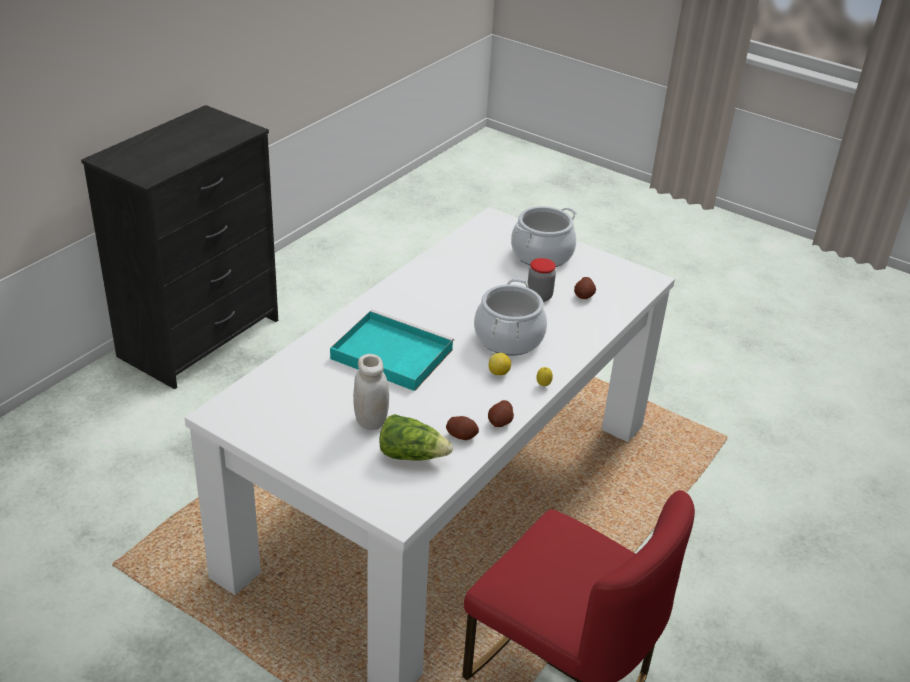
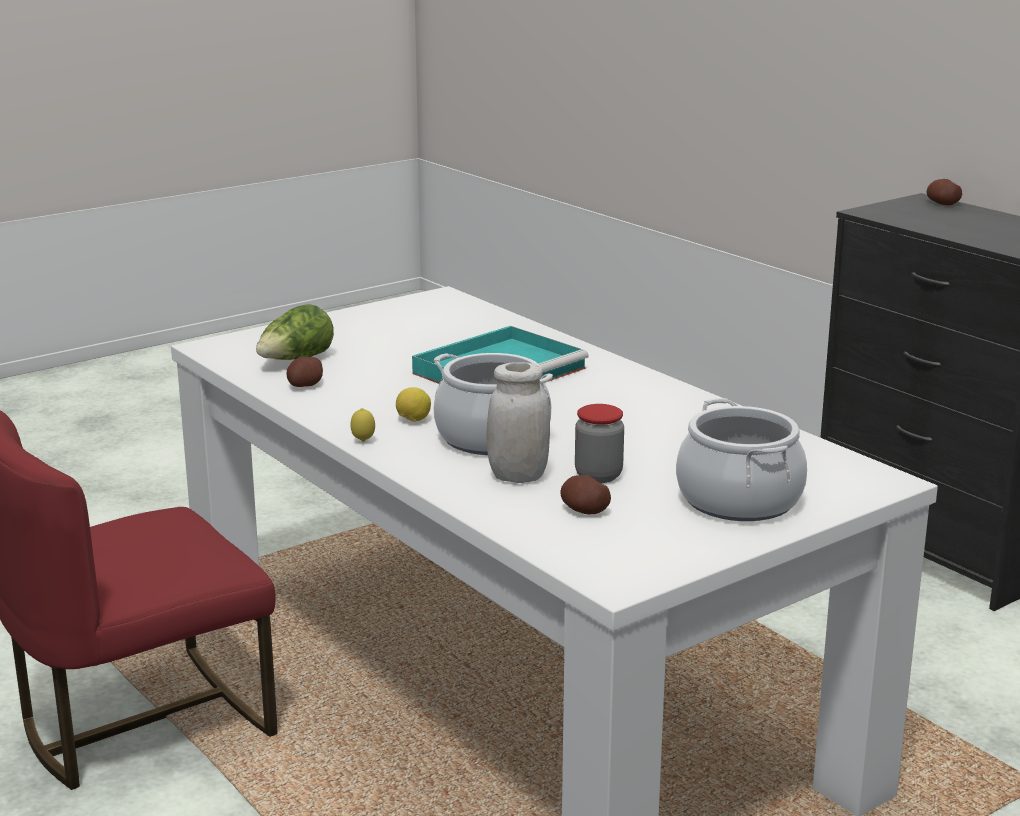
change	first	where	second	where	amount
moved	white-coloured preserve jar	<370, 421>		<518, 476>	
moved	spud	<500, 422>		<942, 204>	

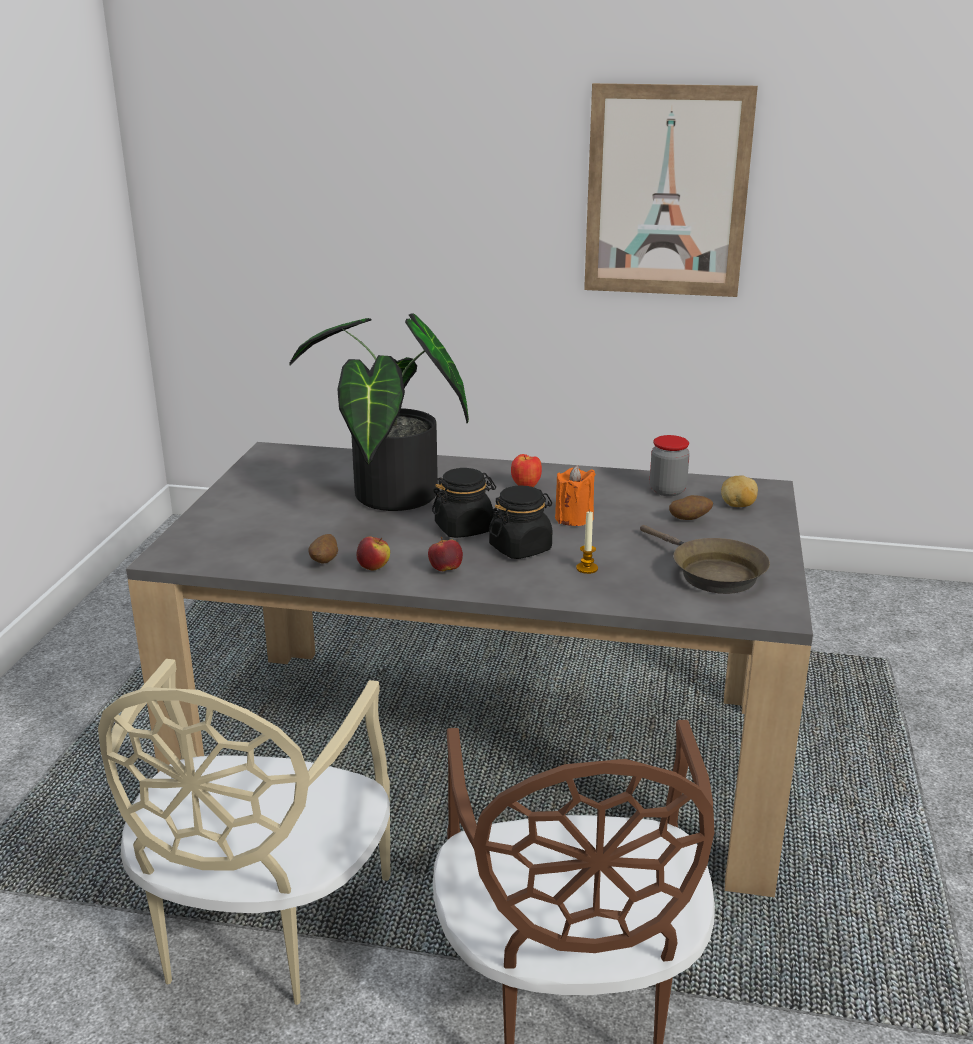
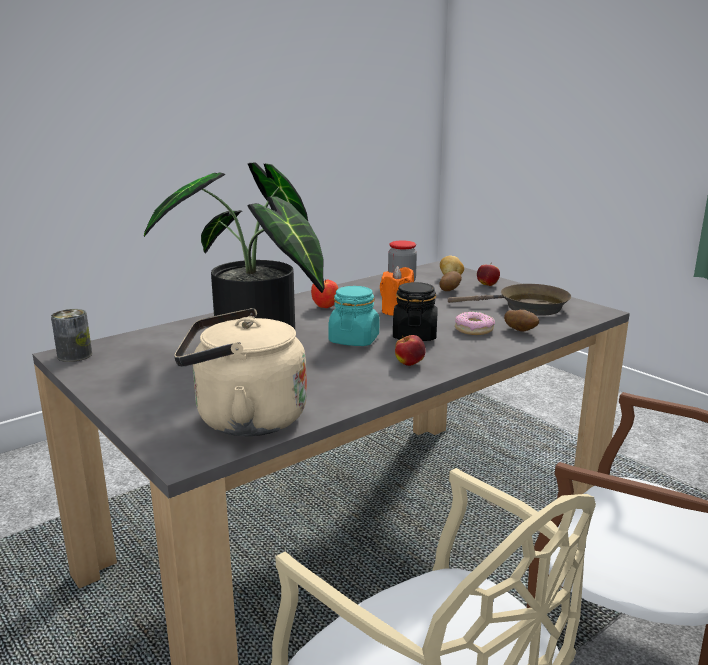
change	first	where	second	where	amount
moved	spud	<325, 562>		<520, 331>	
moved	apple	<374, 567>		<487, 285>	
recoloured	black preserve jar	<464, 528>	turquoise-coloured preserve jar	<354, 340>	
replaced	wax candle	<587, 568>	donut	<474, 329>	
removed	wall art	<666, 192>			
added			metal can	<74, 355>	
added			beige kettle	<244, 419>	

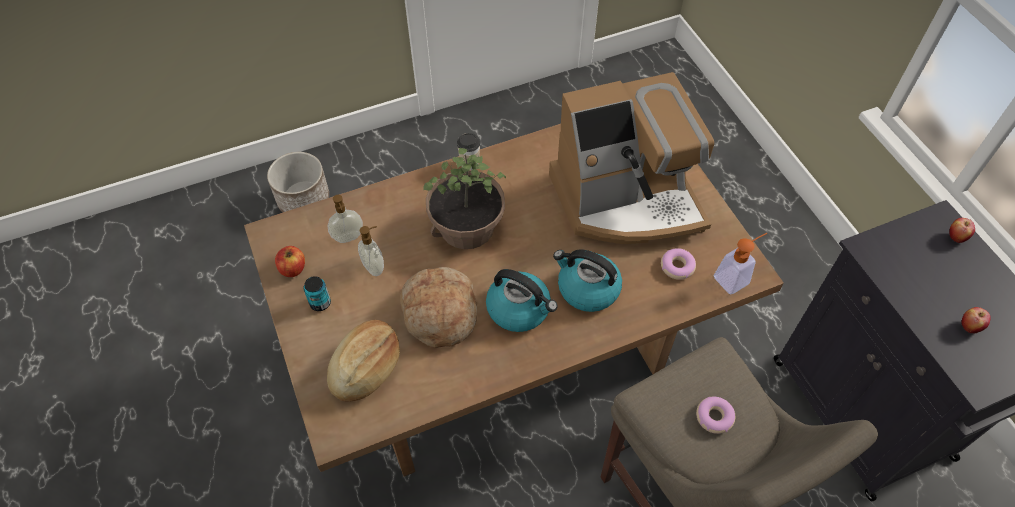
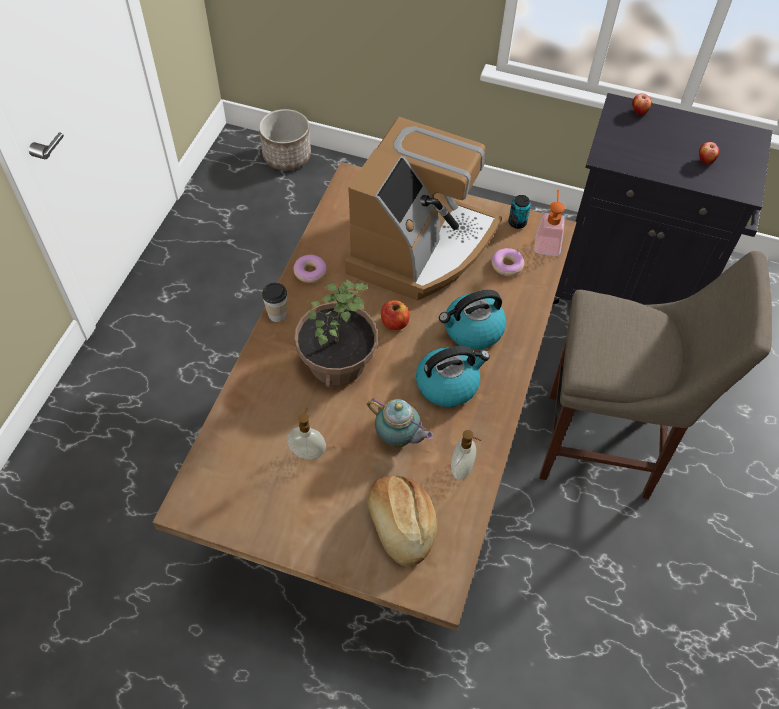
change	first	where	second	where	amount
moved	flower pot	<304, 199>		<287, 156>	
moved	apple	<293, 269>		<394, 323>	
moved	metal can	<320, 303>		<517, 222>	
moved	soap bottle	<348, 238>		<462, 469>	
replaced	bread	<439, 313>	teapot	<398, 438>	
moved	donut	<714, 417>		<310, 272>	

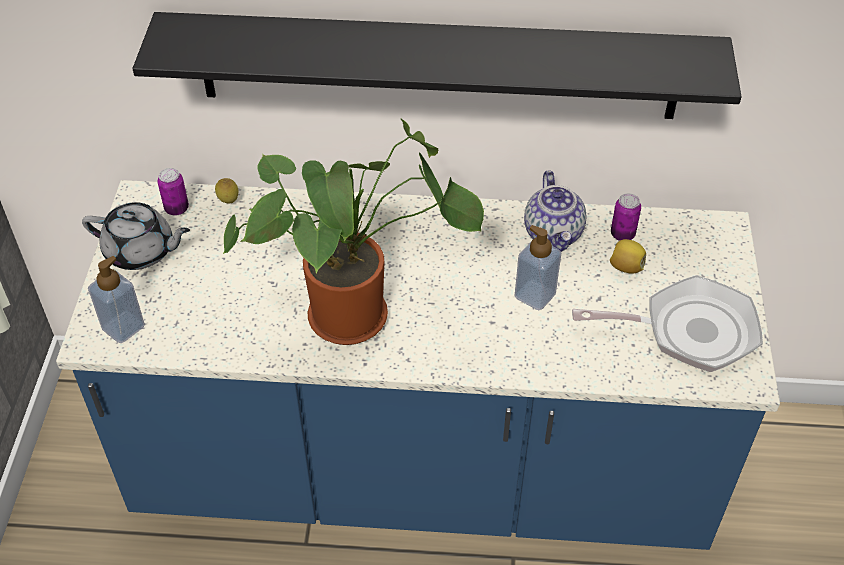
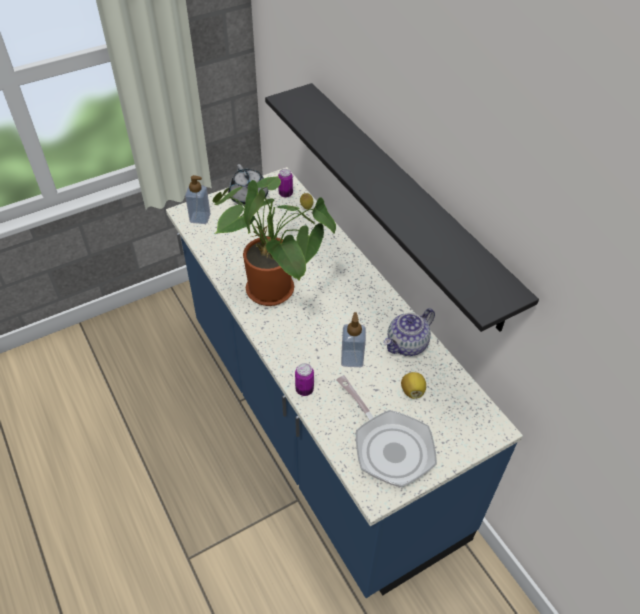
change	first	where	second	where	amount
moved	metal can	<622, 234>		<304, 389>	

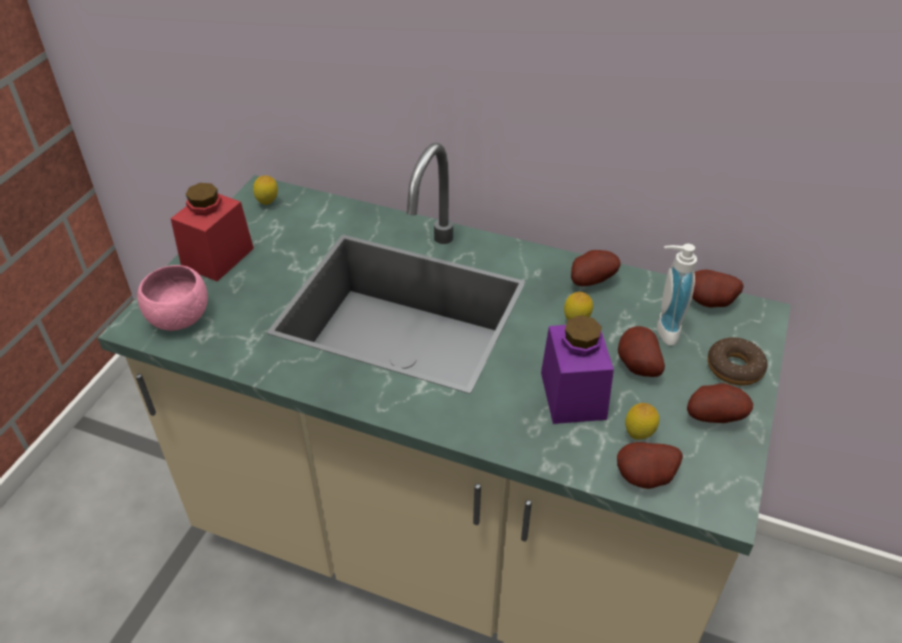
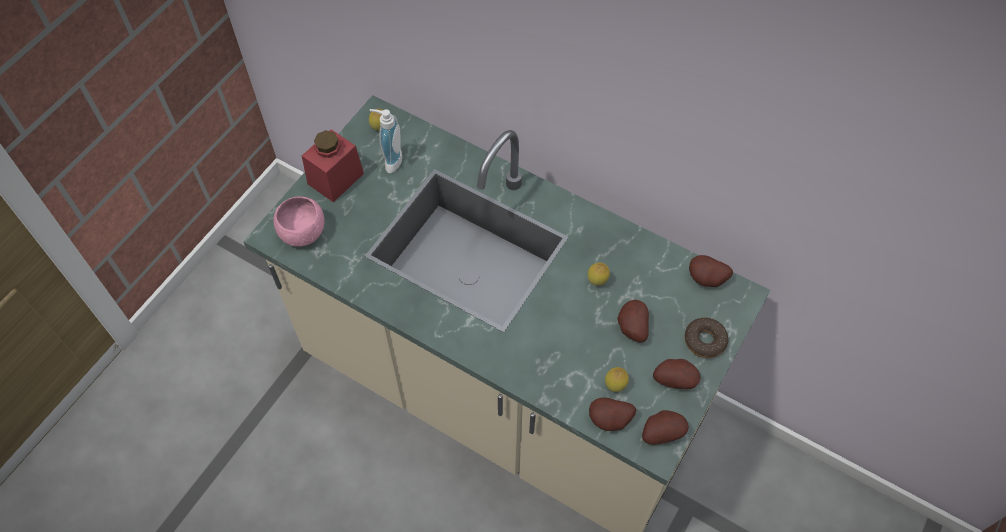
change	first	where	second	where	amount
removed	purple preserve jar	<573, 395>			
moved	spud	<590, 280>		<661, 432>	
moved	soap bottle	<662, 330>		<390, 160>	

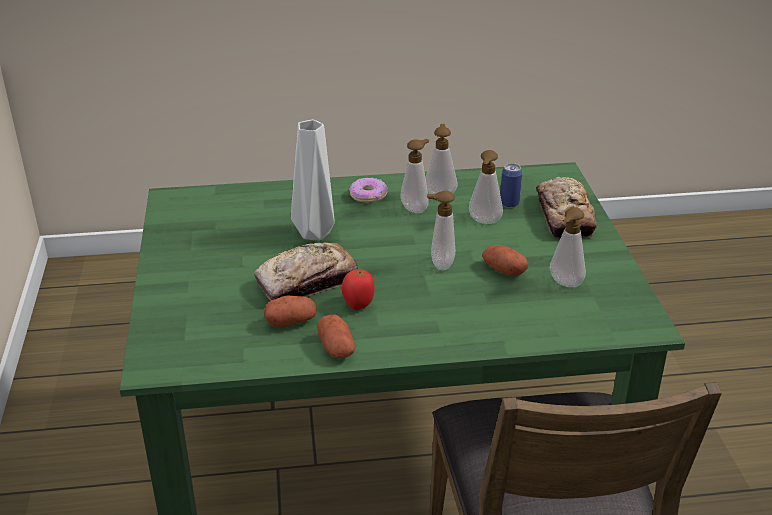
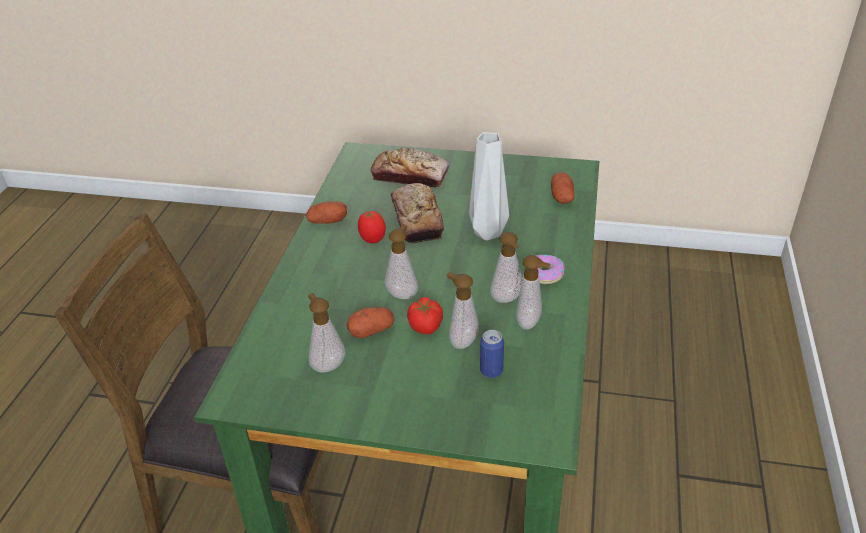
change	first	where	second	where	amount
moved	spud	<291, 321>		<562, 197>	
moved	bread	<564, 216>		<410, 176>	
added			tomato	<426, 327>	

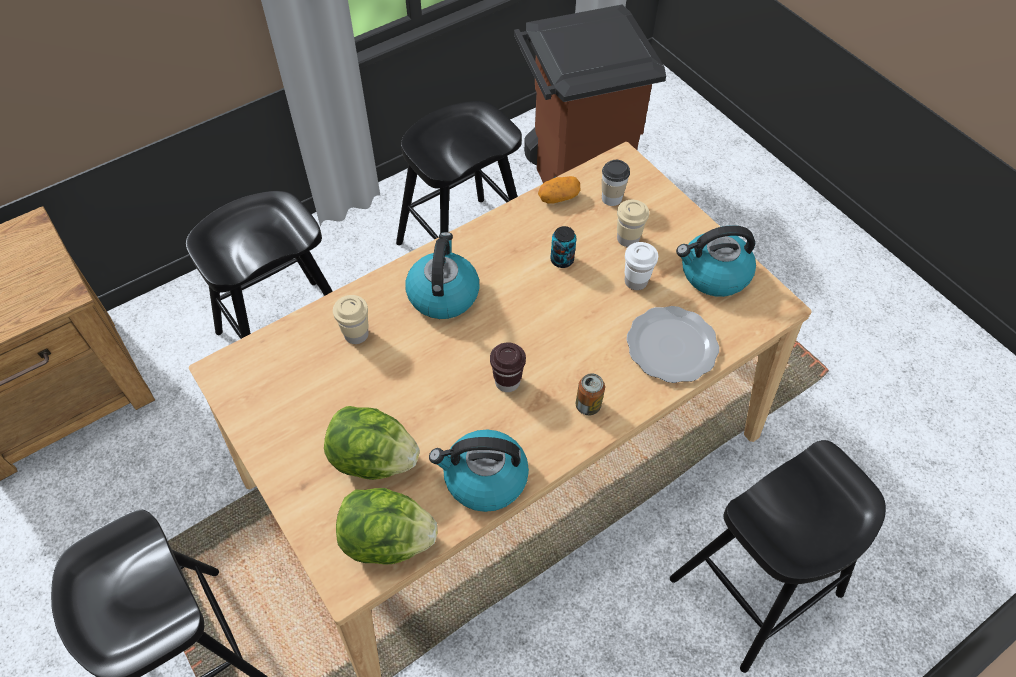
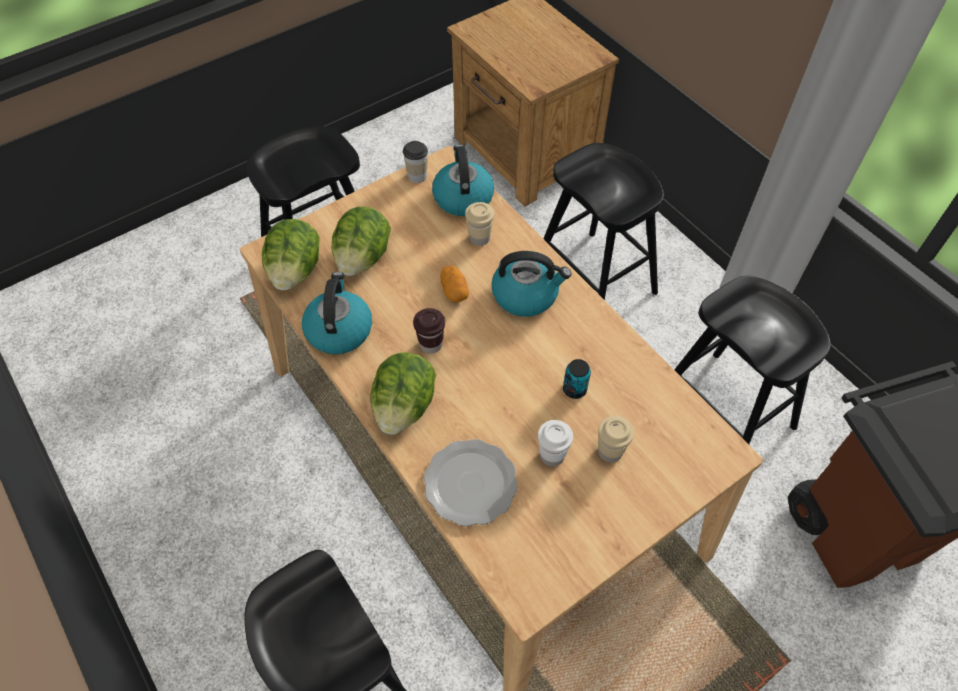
change	first	where	second	where	amount
moved	spud	<558, 197>		<454, 291>	
replaced	metal can	<588, 405>	head of lettuce	<404, 406>	
moved	drinking cup	<611, 198>		<417, 176>	
moved	kettle	<713, 274>		<462, 197>	

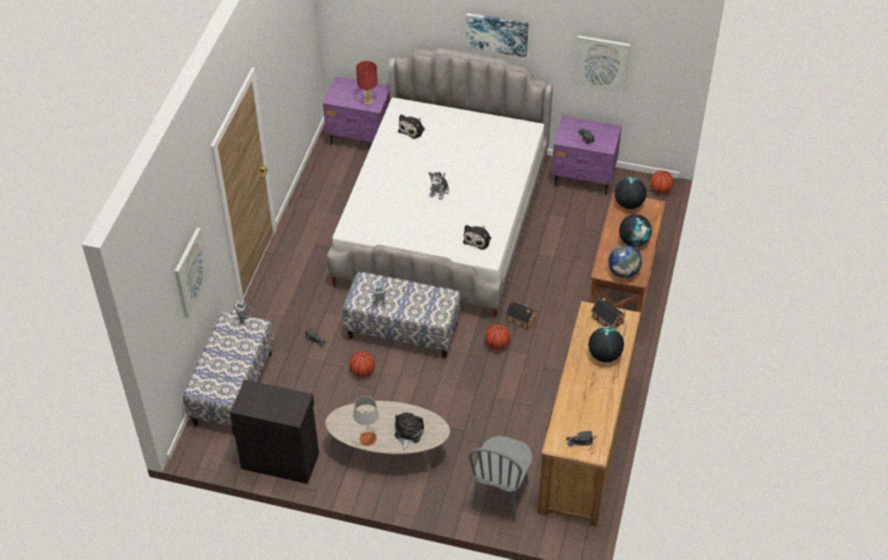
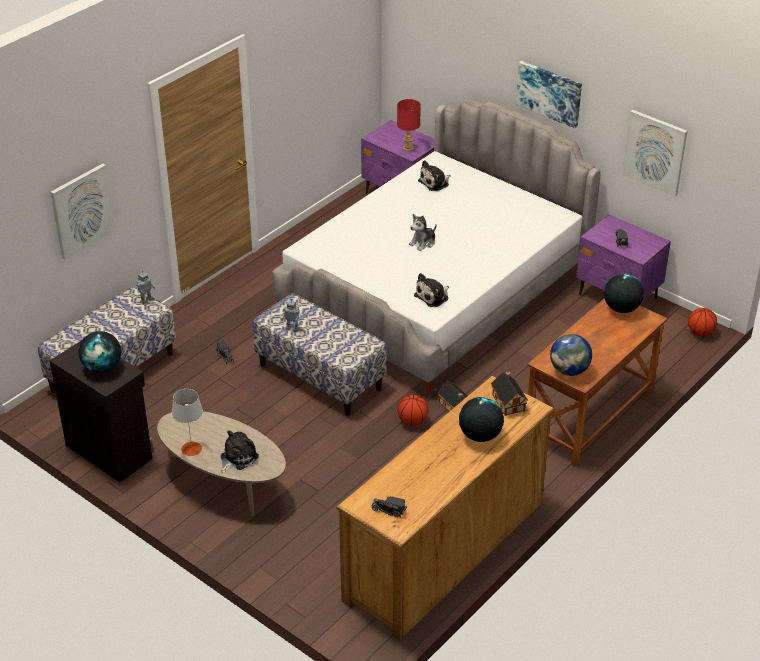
change	first	where	second	where	amount
removed	basketball	<362, 371>			
removed	grey plain chair	<501, 496>			
moved	globe	<634, 241>		<102, 367>	

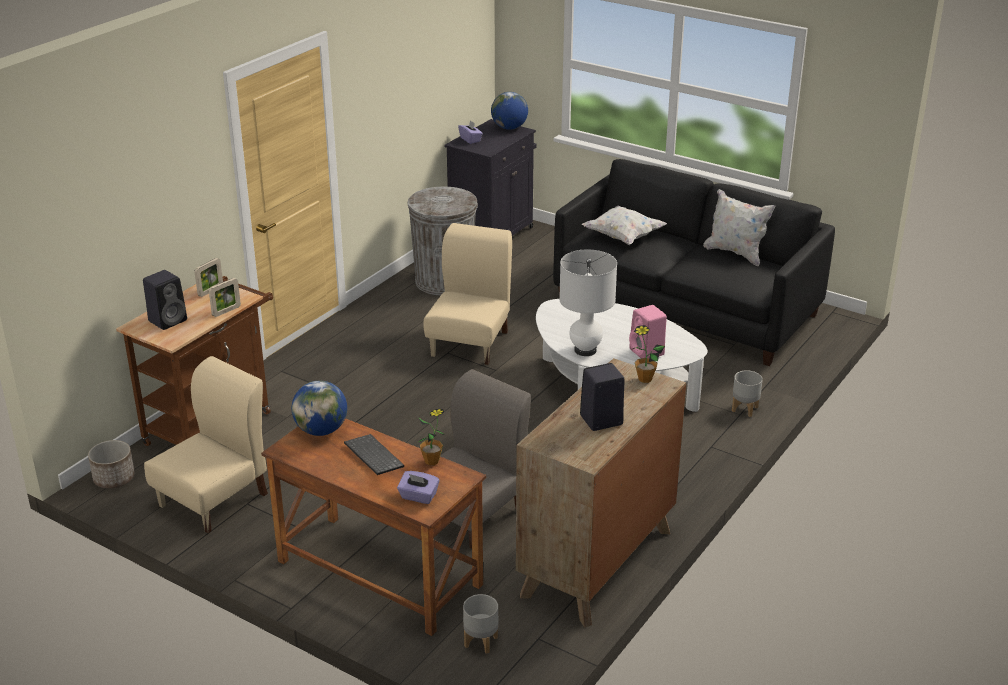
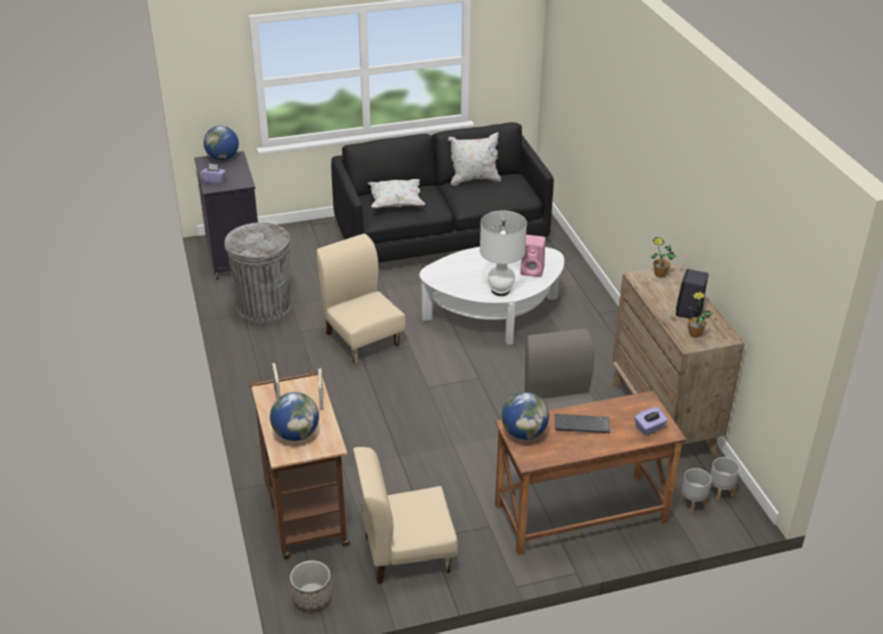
change	first	where	second	where	amount
replaced	black audio speaker	<168, 320>	globe	<296, 434>	
turned	beige plain chair	<215, 499>		<406, 553>	90 degrees counterclockwise
moved	potted plant	<432, 461>		<695, 334>	
moved	grey flower pot	<745, 409>		<720, 492>	

